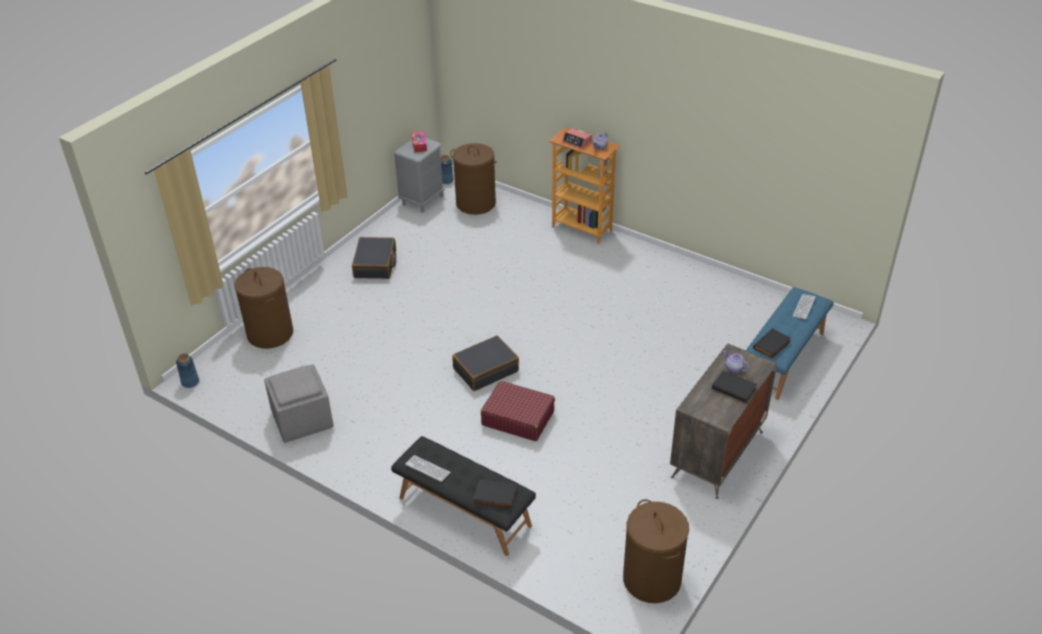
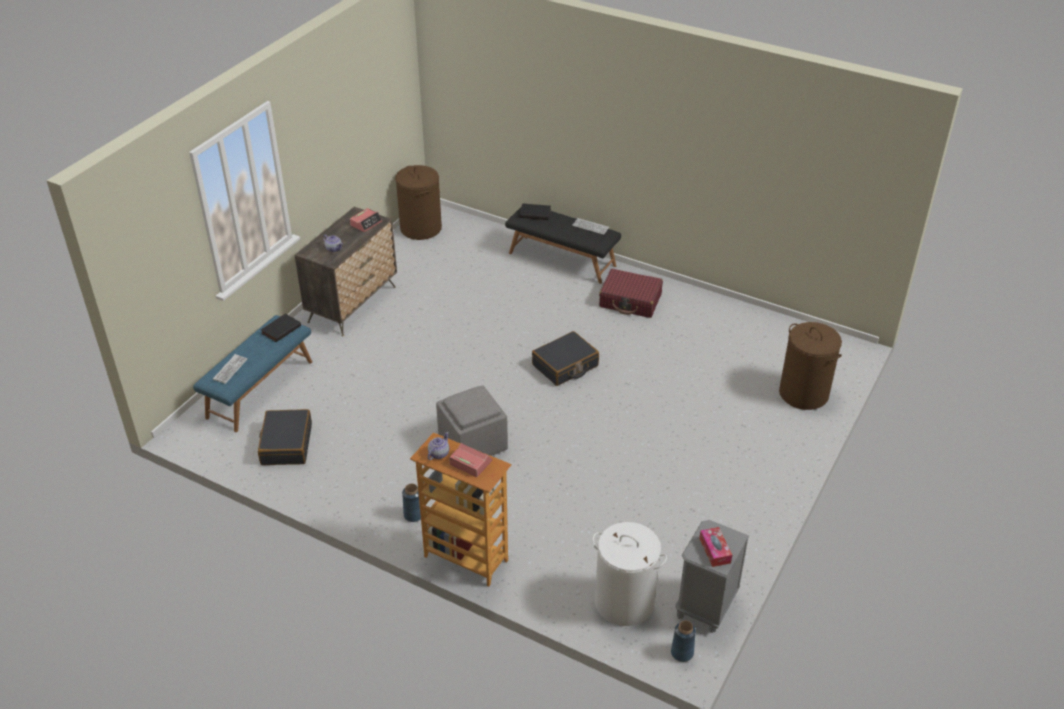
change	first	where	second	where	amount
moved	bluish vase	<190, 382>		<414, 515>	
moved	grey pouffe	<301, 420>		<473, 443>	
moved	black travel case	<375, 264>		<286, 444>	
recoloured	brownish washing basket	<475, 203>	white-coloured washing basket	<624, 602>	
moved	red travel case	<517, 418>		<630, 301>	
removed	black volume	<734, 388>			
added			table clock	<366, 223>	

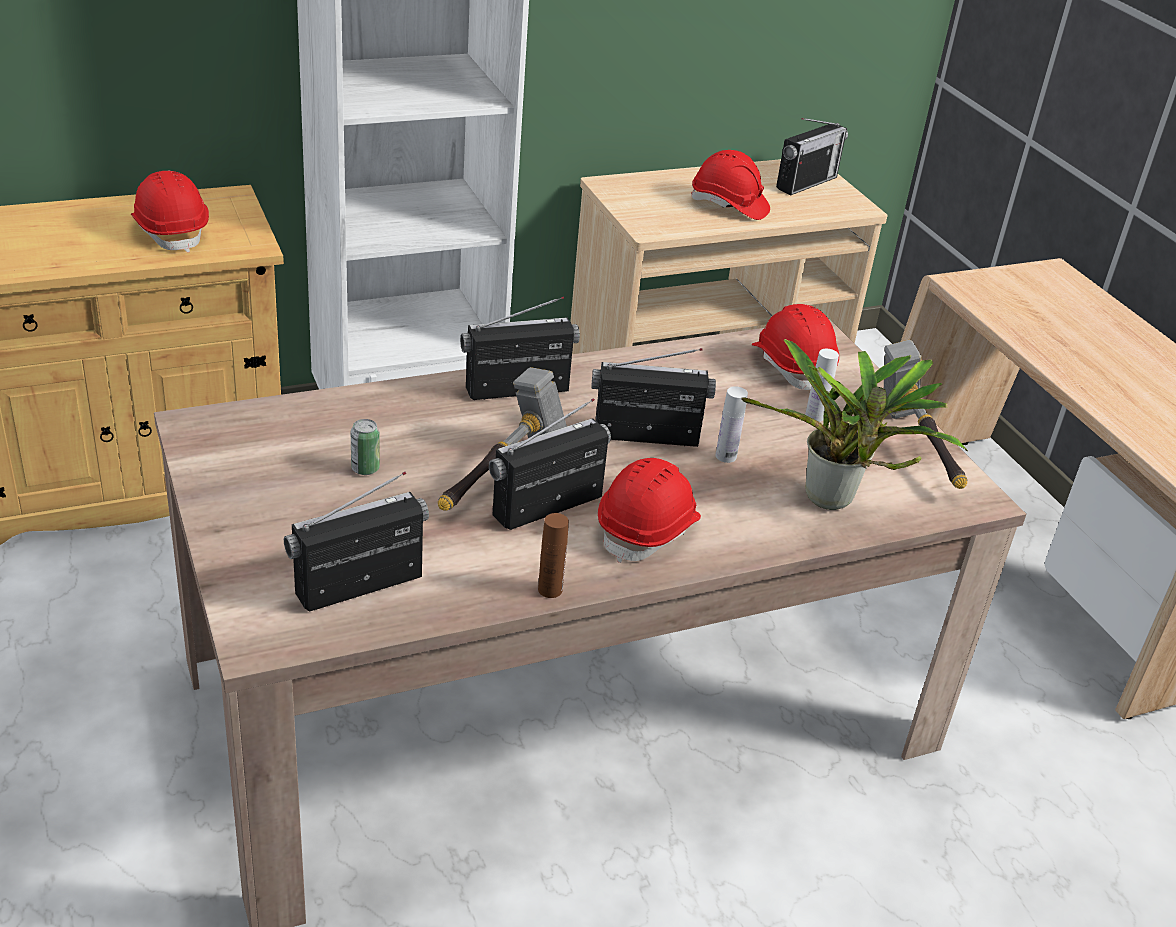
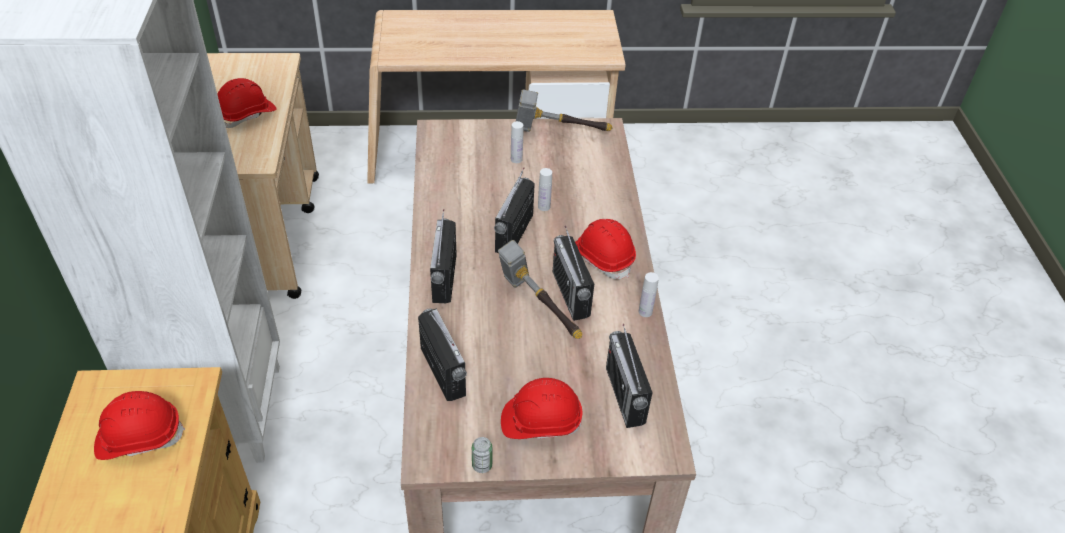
change	first	where	second	where	amount
moved	metal can	<365, 469>		<482, 465>	
recoloured	brownish beverage bottle	<550, 590>	white-coloured beverage bottle	<645, 312>	
removed	potted plant	<834, 502>			
moved	red hard hat	<792, 365>		<540, 421>	
moved	radio	<806, 183>		<443, 371>	

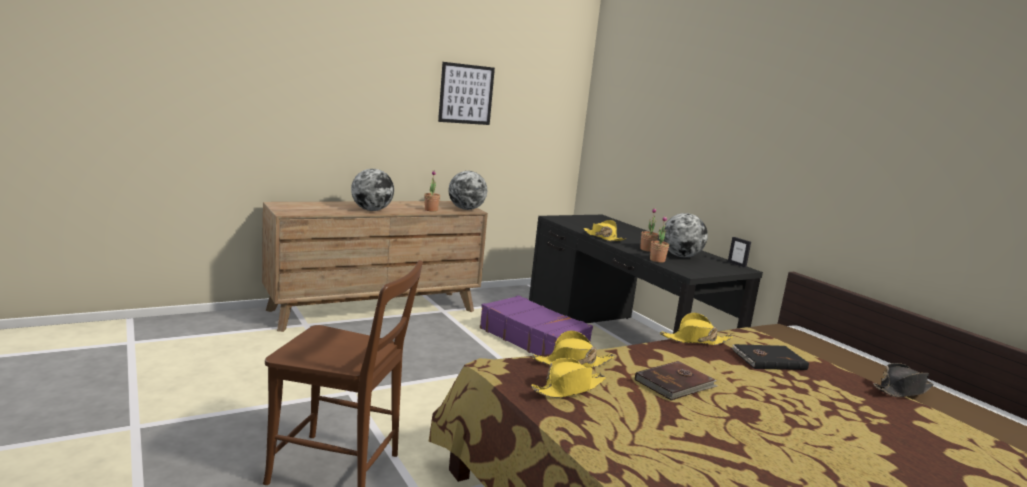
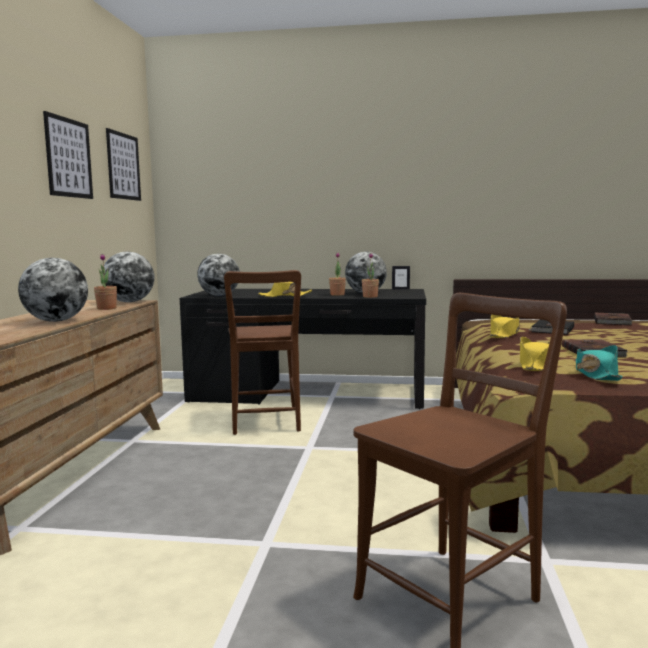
change	first	where	second	where	amount
replaced	purple travel case	<533, 339>	brownish plain chair	<265, 423>	
recoloured	yellow-coloured clothing hat	<568, 388>	turquoise-coloured clothing hat	<596, 374>	
replaced	black clothing hat	<902, 390>	brownish volume	<613, 321>	
added			wall art	<123, 166>	
added			globe	<219, 295>	

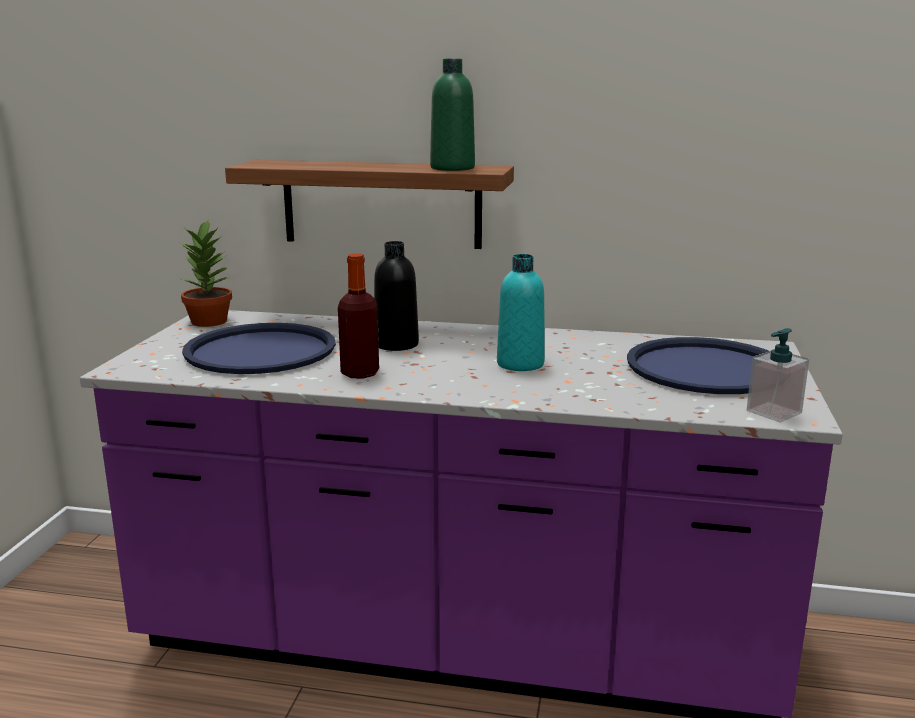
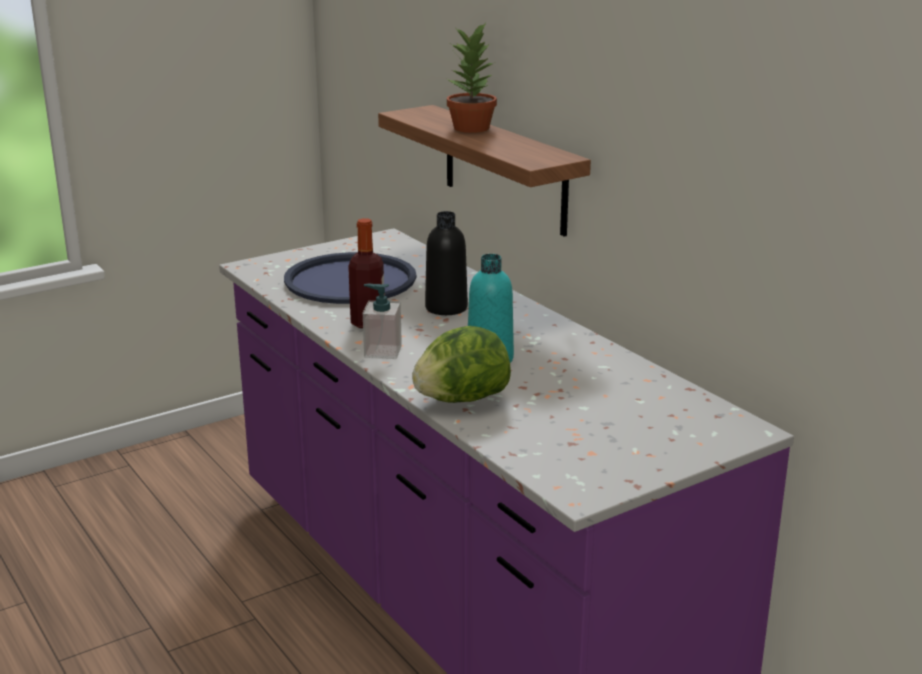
change	first	where	second	where	amount
moved	potted plant	<210, 321>		<472, 128>	
removed	greenish beverage bottle	<452, 168>			
removed	bluish carrying tray	<706, 368>			
moved	soap bottle	<773, 412>		<382, 352>	
added			head of lettuce	<461, 399>	

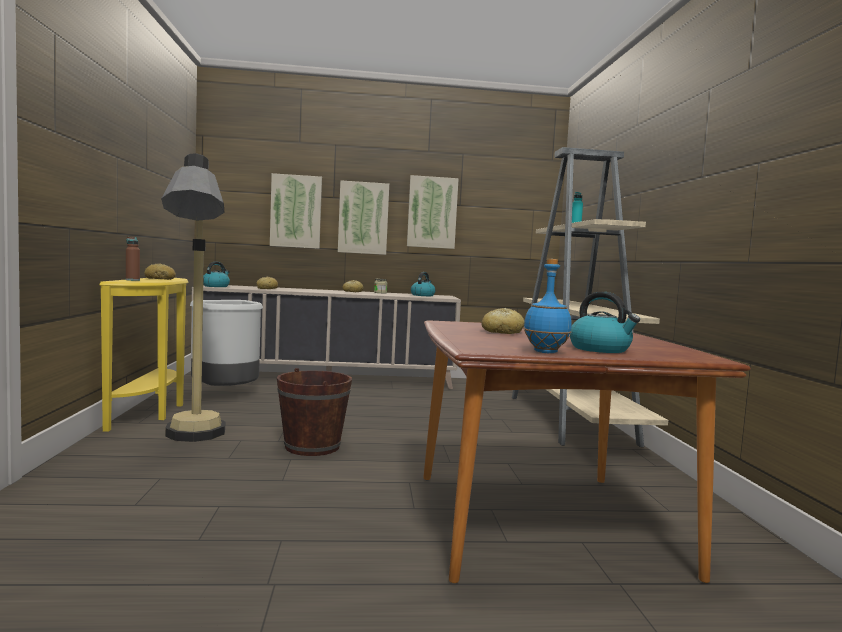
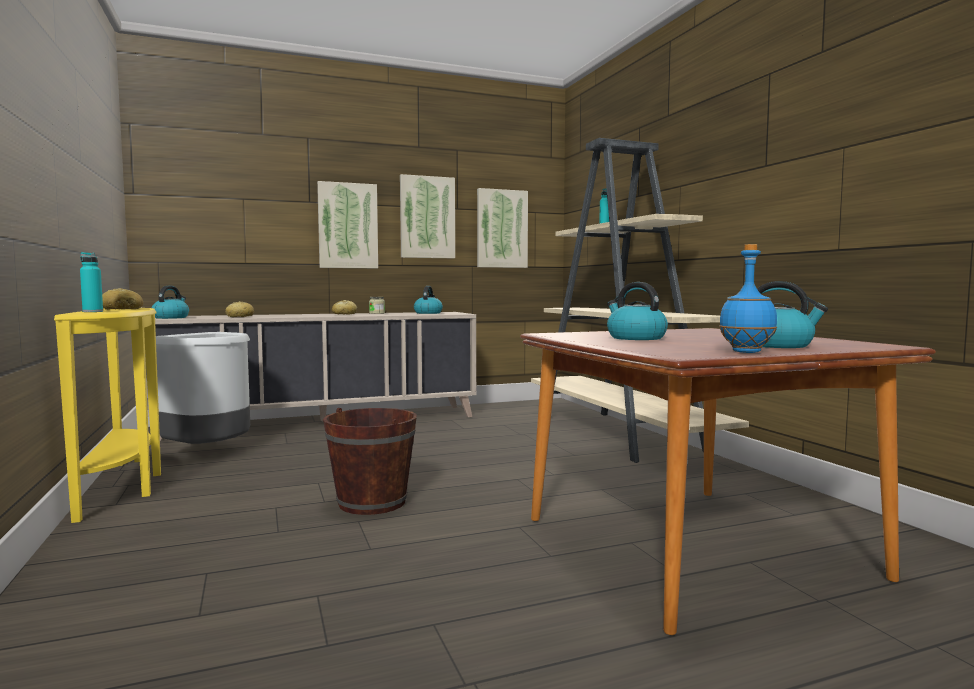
change	first	where	second	where	amount
recoloured	brownish beverage bottle	<132, 280>	turquoise-coloured beverage bottle	<92, 311>	
removed	floor lamp	<193, 441>			
moved	wall art	<296, 211>		<501, 229>	
replaced	bread	<502, 332>	kettle	<635, 338>	

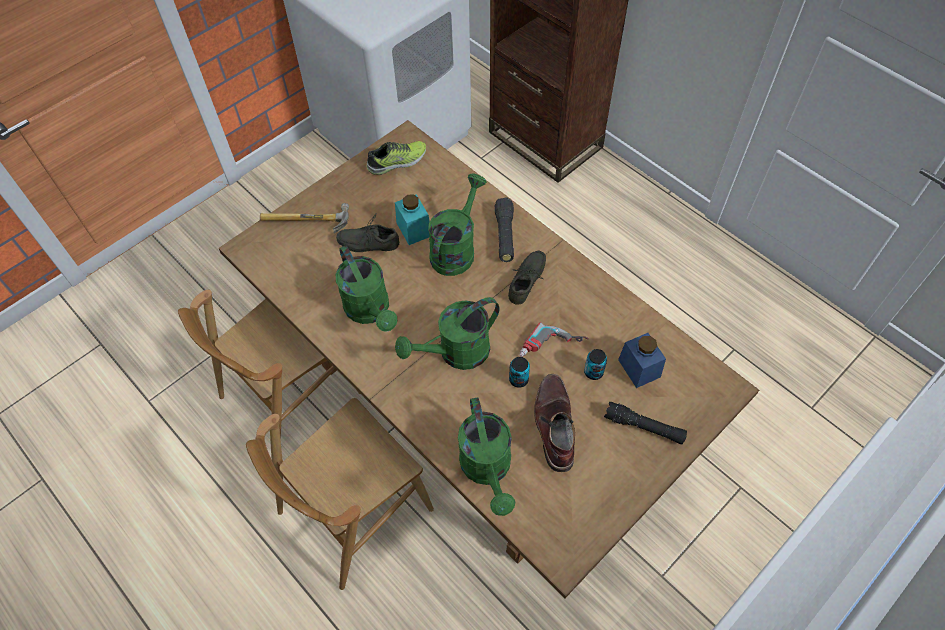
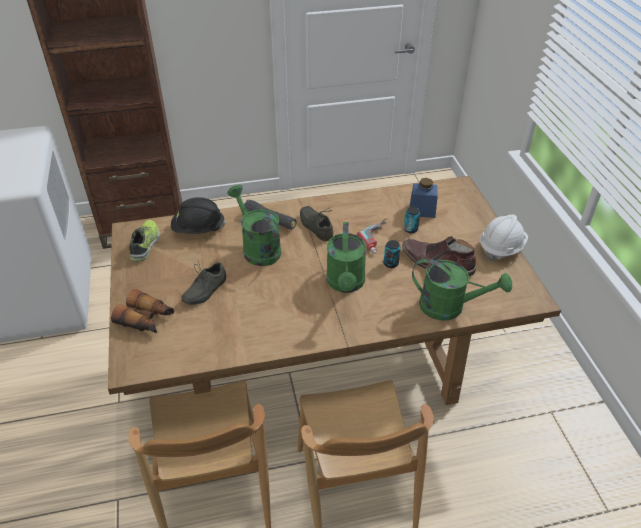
change	first	where	second	where	amount
replaced	hammer	<306, 224>	pair of binoculars	<146, 319>	
removed	greenish sprinkling can	<370, 311>			
removed	turquoise-coloured preserve jar	<414, 229>			
removed	black flashlight	<644, 427>			
added			black hard hat	<198, 229>	
added			white-coloured hard hat	<501, 248>	

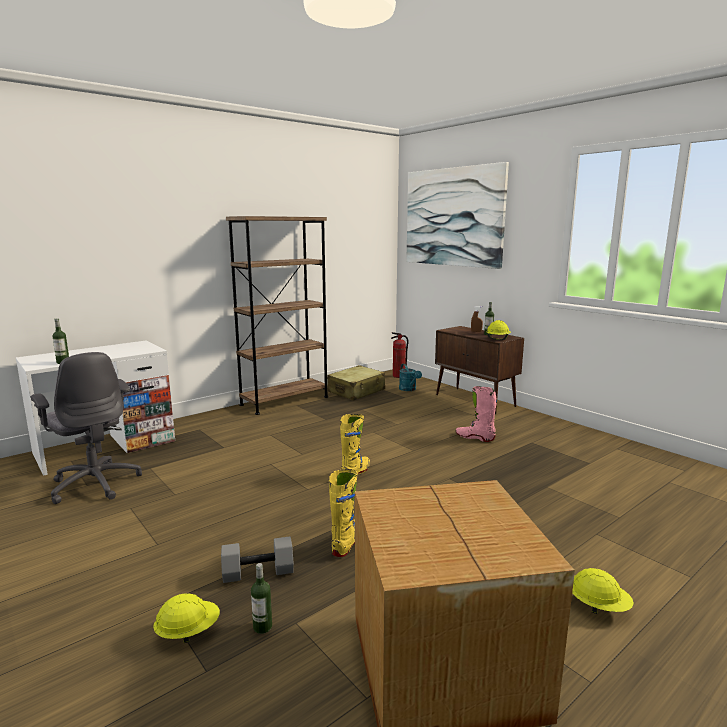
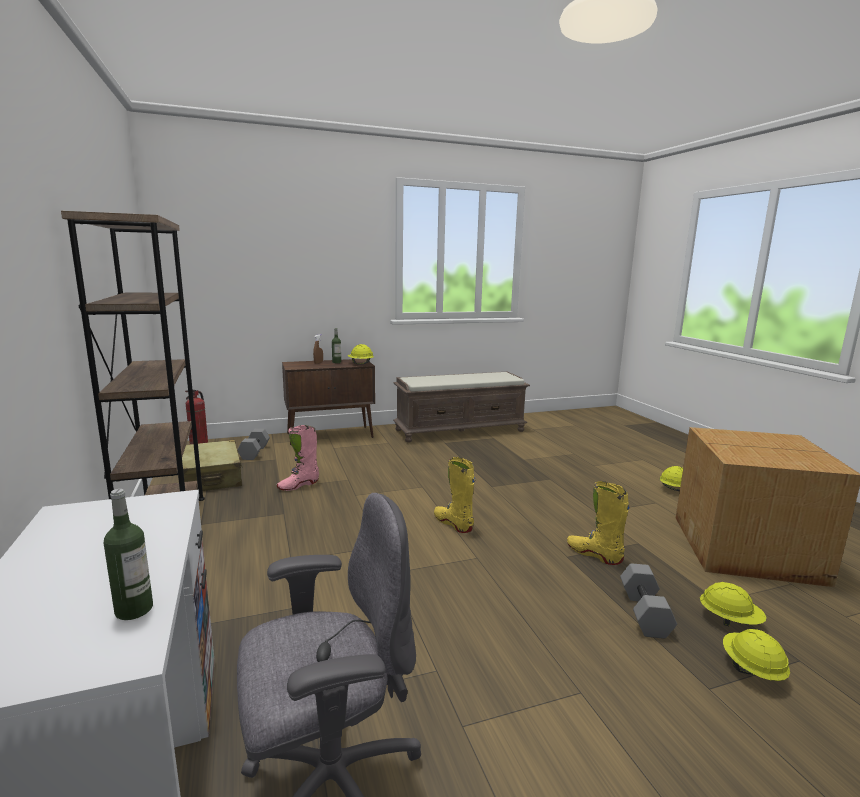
change	first	where	second	where	amount
replaced	beverage bottle	<262, 627>	yellow-coloured hard hat	<729, 620>	
replaced	turquoise-coloured sprinkling can	<409, 389>	grey hand weight	<254, 452>	
removed	wall art	<453, 217>			
moved	pink-coloured high-top boot	<475, 437>		<298, 485>	
added			brownish bench	<460, 430>	

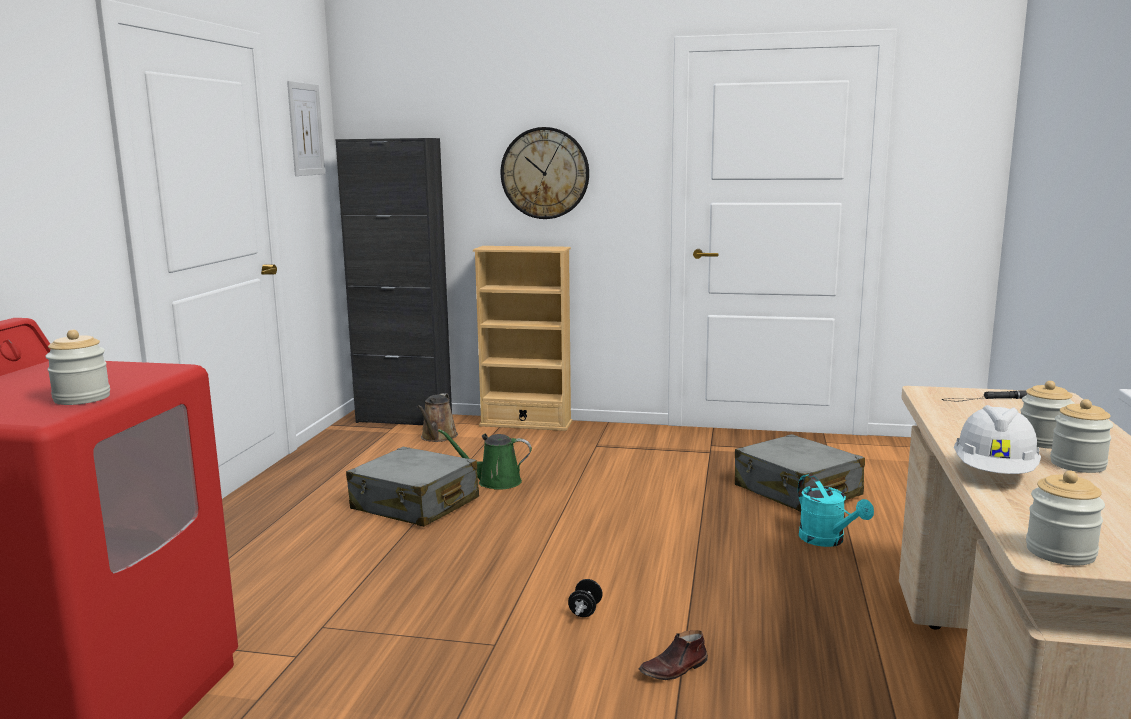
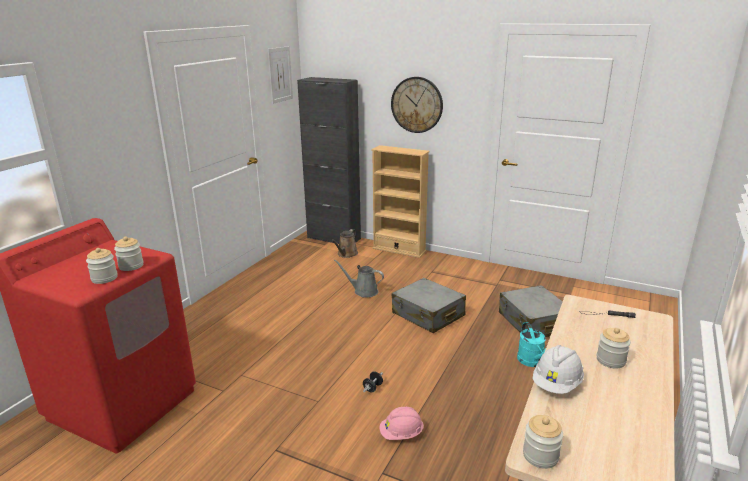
change	first	where	second	where	amount
moved	grey travel case	<415, 504>		<428, 315>	
recoloured	greenish sprinkling can	<494, 482>	grey sprinkling can	<363, 291>	
replaced	brownish item of footwear	<674, 669>	pink-coloured hard hat	<401, 434>	
moved	preserve jar	<1077, 464>		<131, 266>	

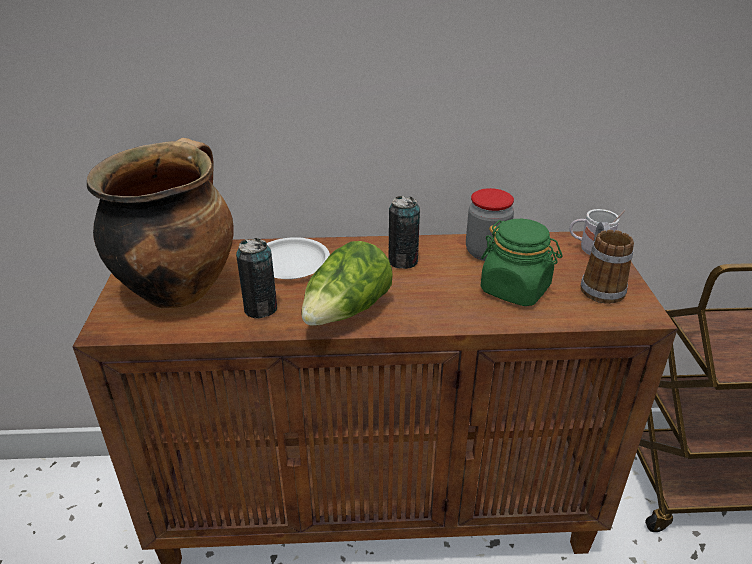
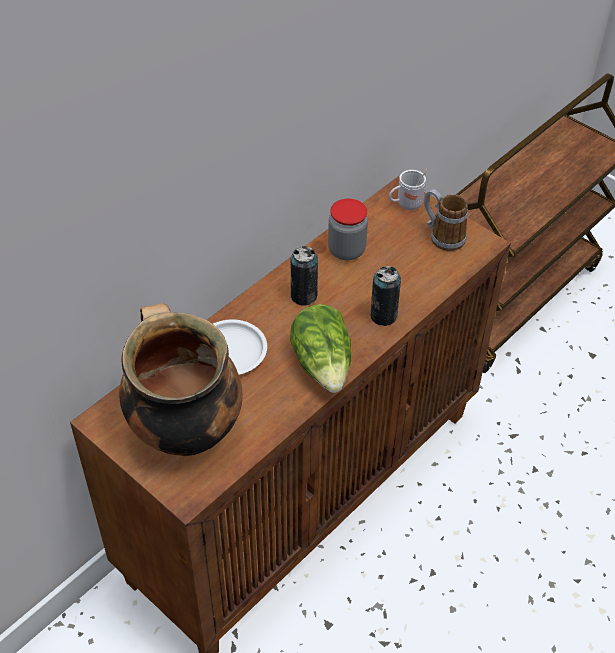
change	first	where	second	where	amount
moved	metal can	<261, 309>		<383, 316>	
removed	greenish preserve jar	<515, 289>			

